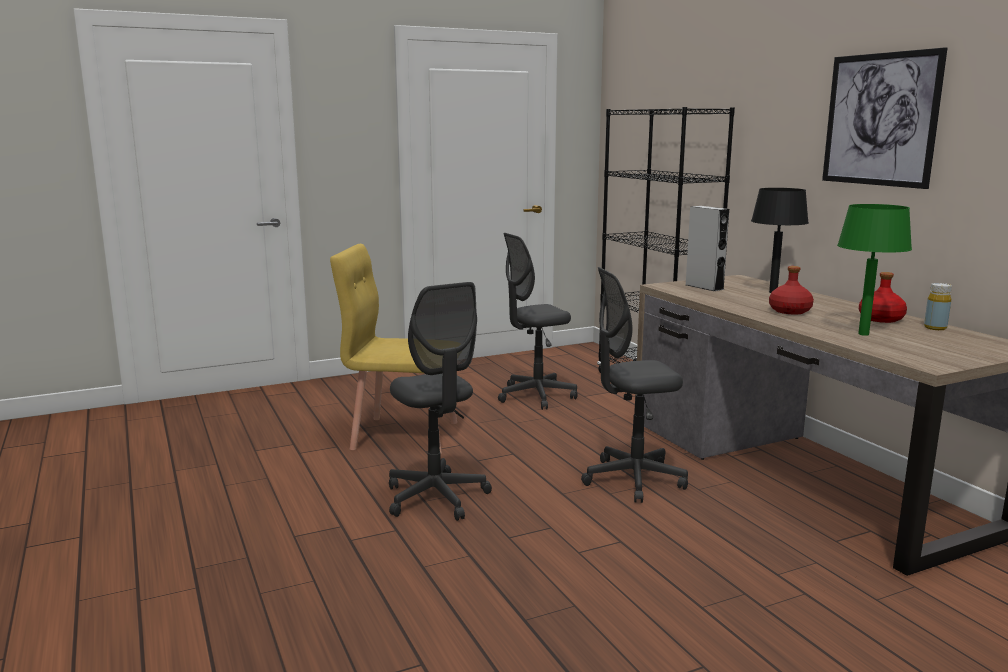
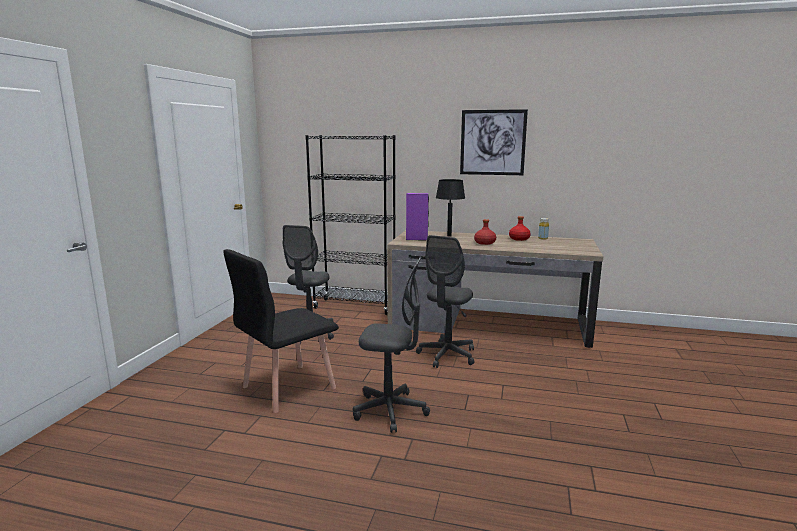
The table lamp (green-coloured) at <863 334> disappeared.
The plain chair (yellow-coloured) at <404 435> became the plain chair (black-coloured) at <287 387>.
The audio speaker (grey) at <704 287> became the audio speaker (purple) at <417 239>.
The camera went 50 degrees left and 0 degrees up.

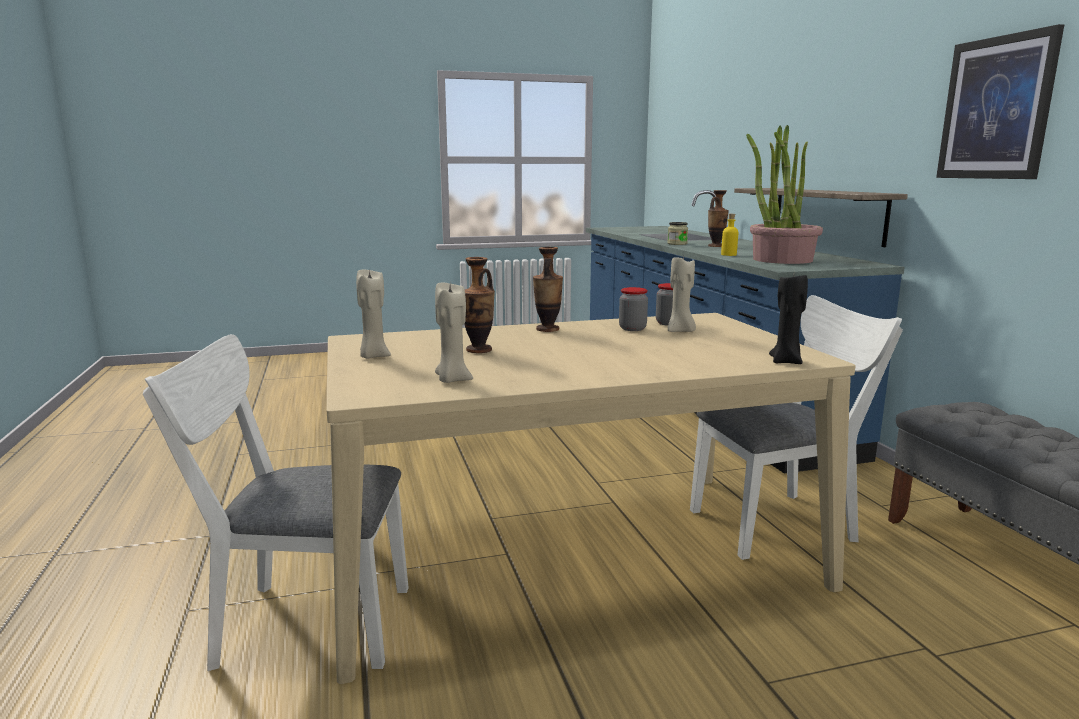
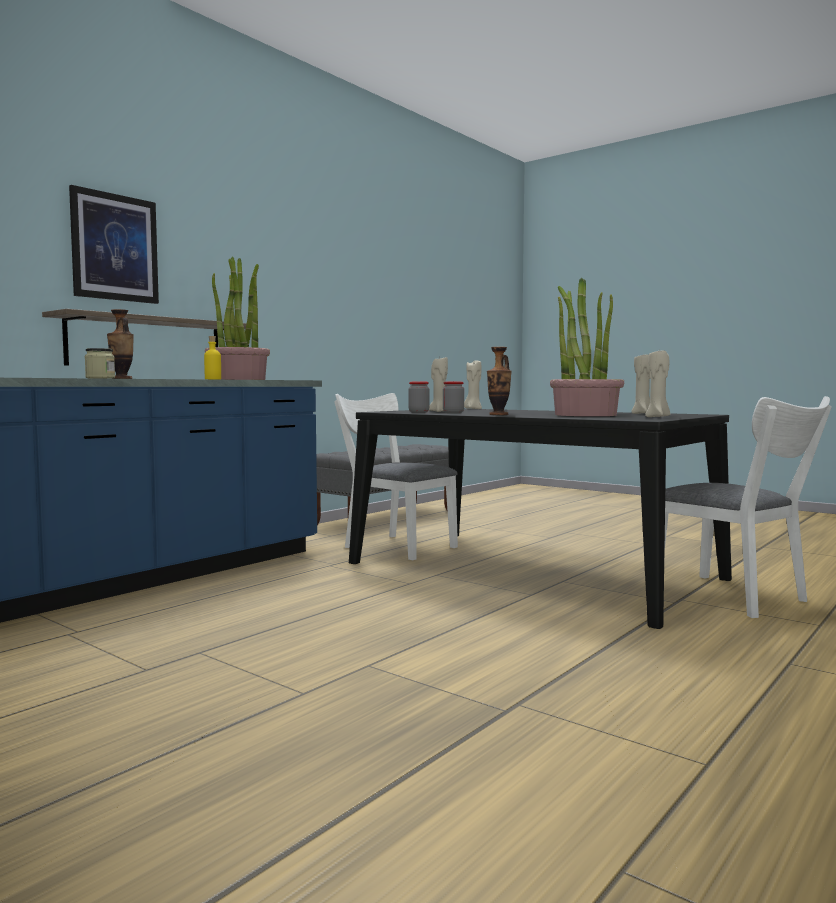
The wall picture moved from <996 108> to <115 247>.
The flower vase at <479 350> was replaced by the potted plant at <585 415>.
The dinner table (beige) at <568 556> became the dinner table (black-coloured) at <531 570>.
The candle (black-coloured) at <786 361> became the candle (beige) at <473 409>.
The camera went 125 degrees left and 10 degrees down.

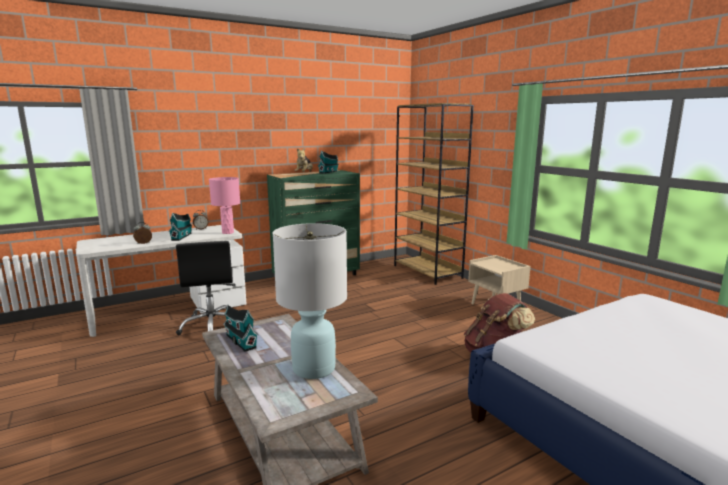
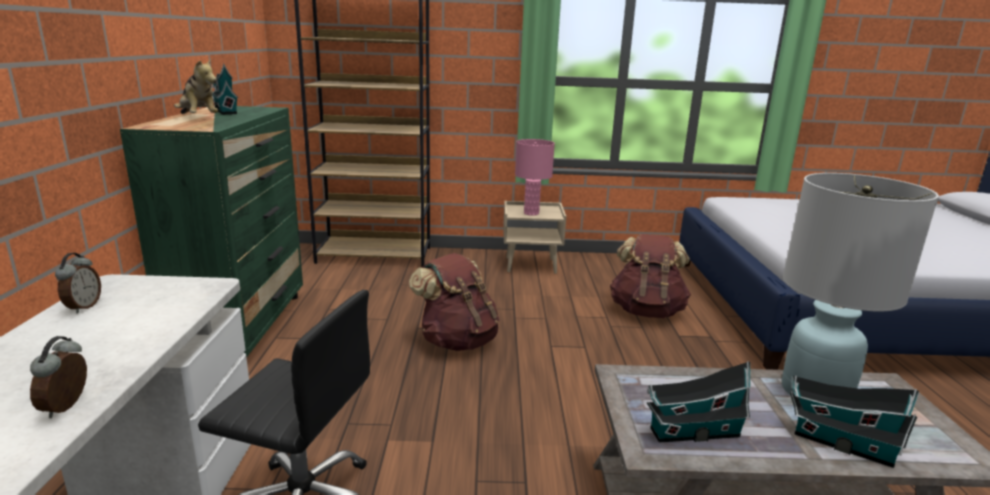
The backpack (brown) at <457 341> appeared.
The toy house moved from <182 236> to <839 443>.
The table lamp (pink-coloured) moved from <228 232> to <531 213>.
The camera went 60 degrees left and 5 degrees up.

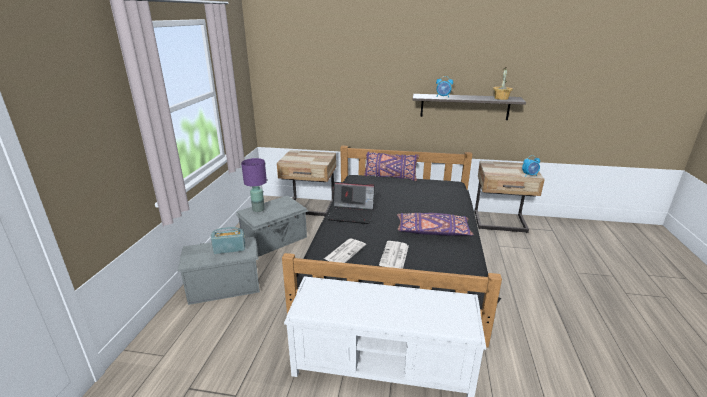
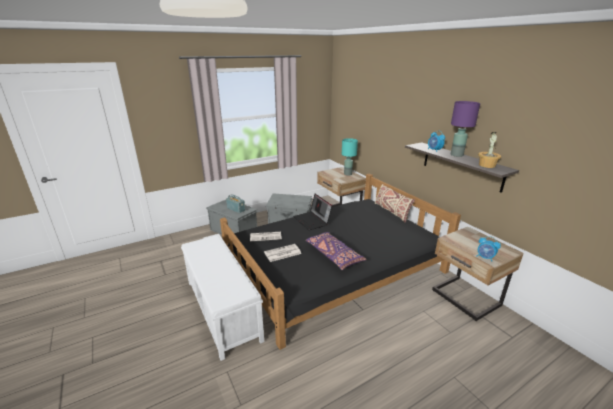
The table lamp (turquoise-coloured) at <347 174> appeared.
The table lamp (purple) moved from <258 209> to <457 155>.
The throw pillow (purple) at <390 177> became the throw pillow (beige) at <391 211>.
The camera went 50 degrees right and 0 degrees up.

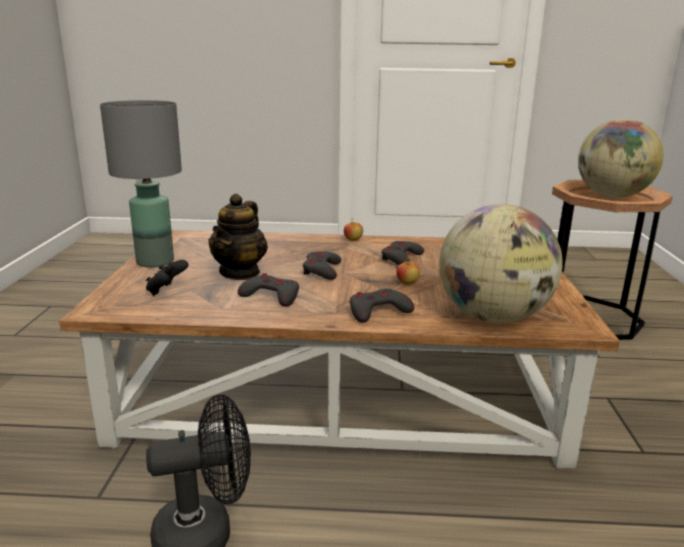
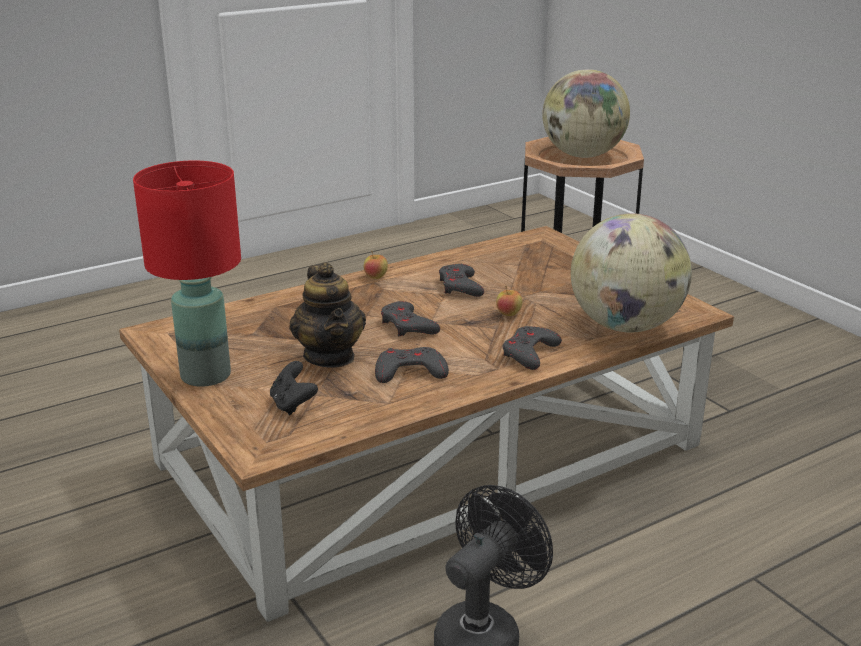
The table lamp (grey) at <156 261> became the table lamp (red) at <206 375>.
The camera went 35 degrees left and 5 degrees up.

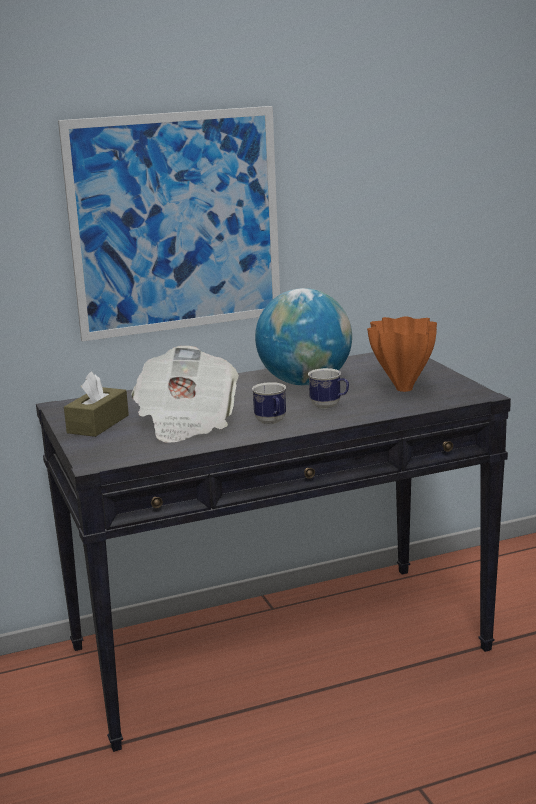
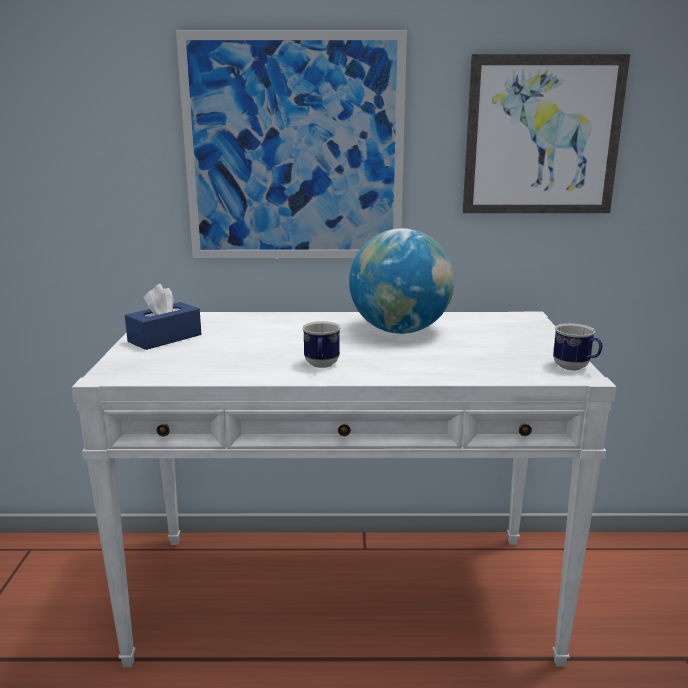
The printed paper at <186 422> disappeared.
The flower vase (orange) at <403 388> disappeared.
The wall picture at <542 136> appeared.
The coffee mug moved from <329 406> to <575 368>.
The hall table (black-coloured) at <280 648> became the hall table (white) at <345 595>.
The tissue box (brown) at <98 424> became the tissue box (bluish) at <165 338>.
The camera went 20 degrees right and 0 degrees up.

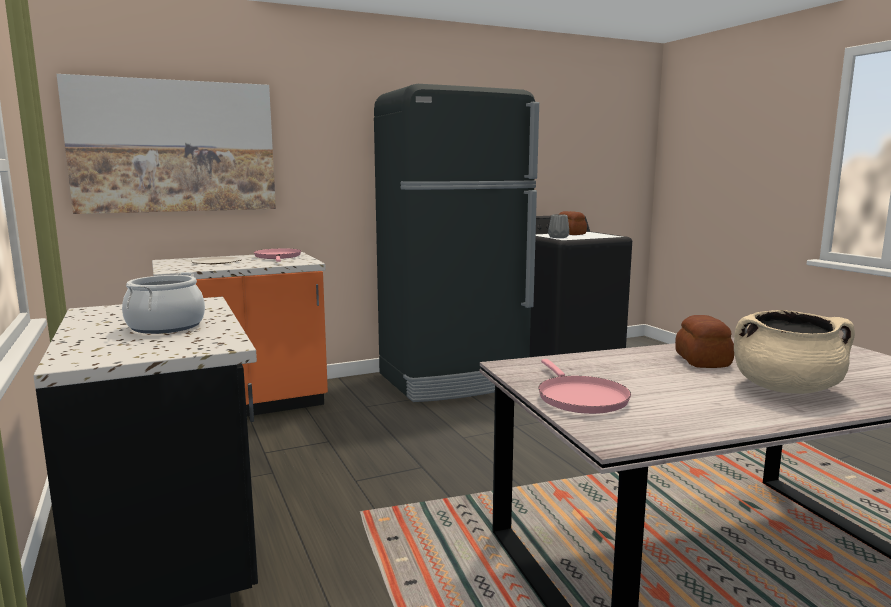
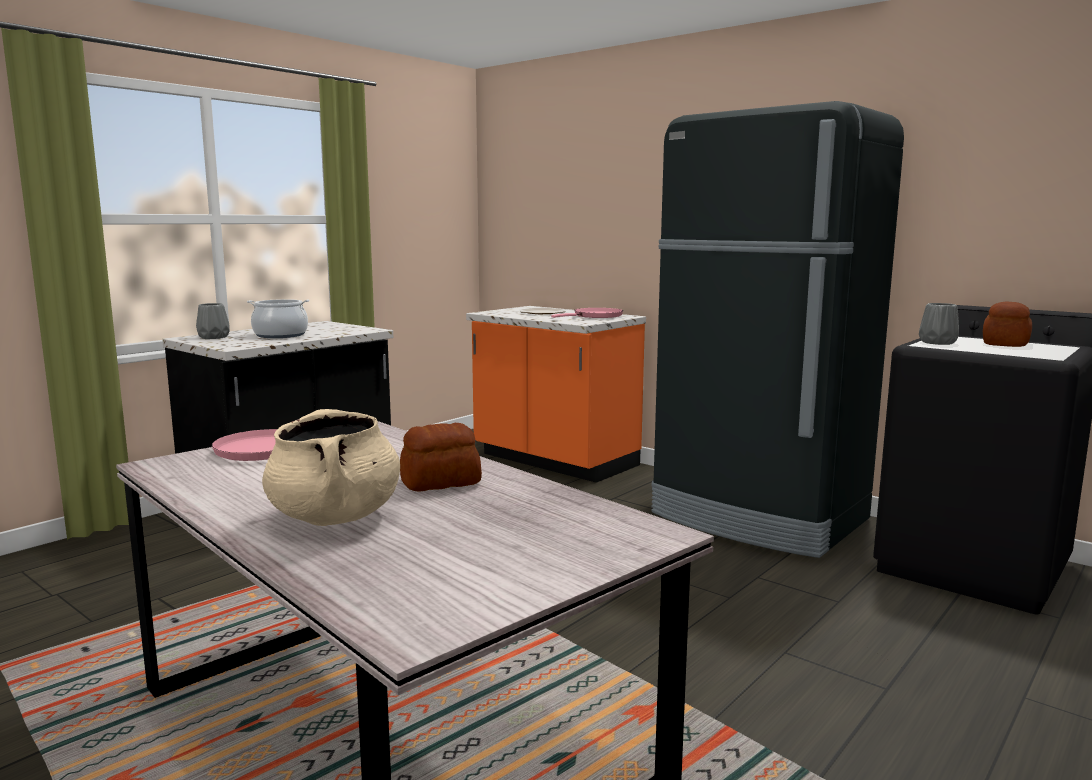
The wall picture at <174 147> disappeared.
The flower vase (grey) at <213 337> appeared.
The camera went 65 degrees right and 0 degrees up.

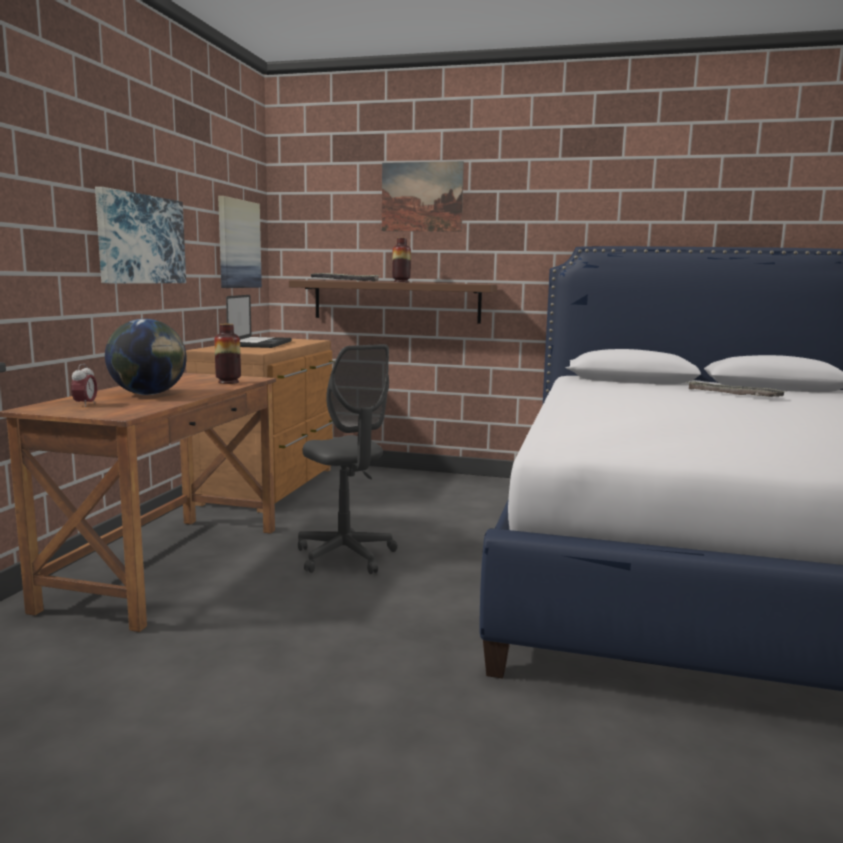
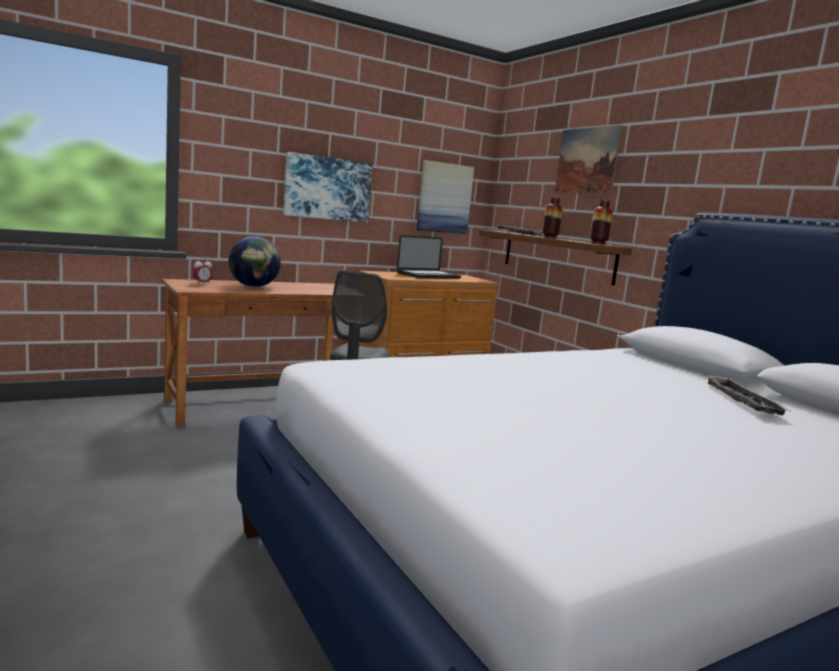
The flower vase moved from <228 382> to <598 243>.
The camera went 45 degrees right and 0 degrees up.

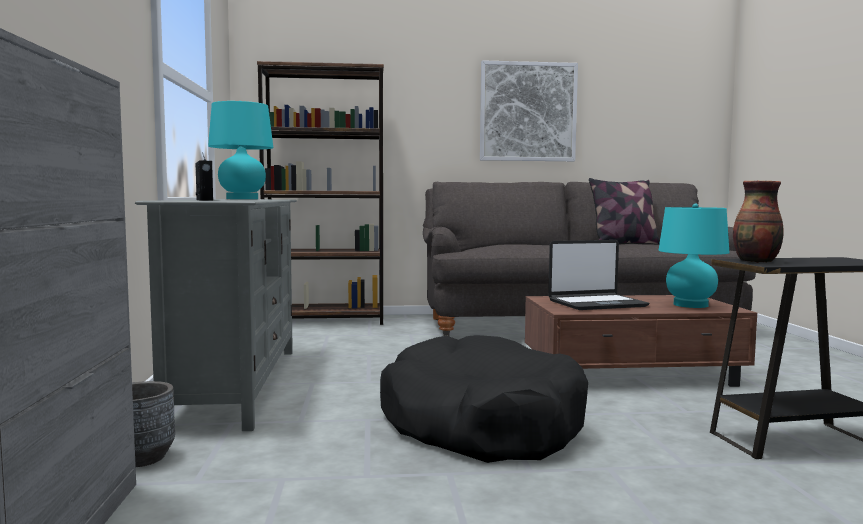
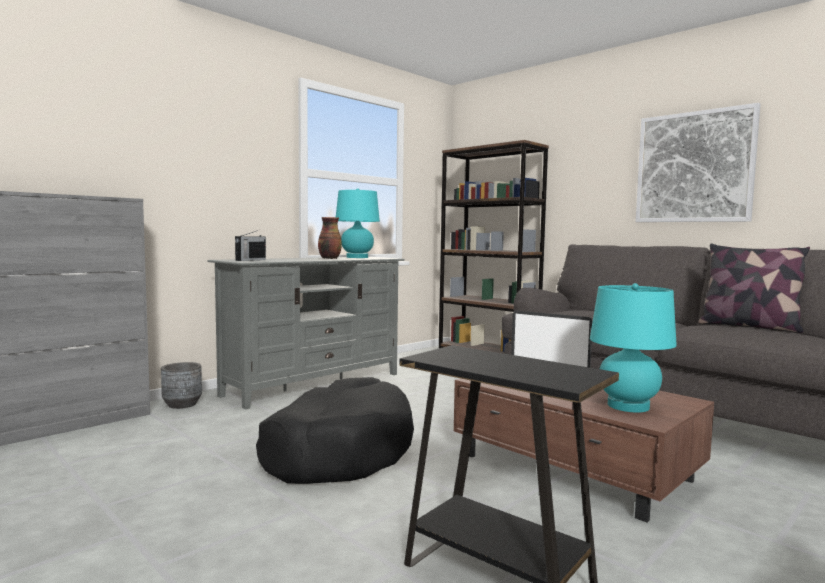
The flower vase moved from <756 261> to <329 258>.
The camera went 50 degrees right and 0 degrees up.

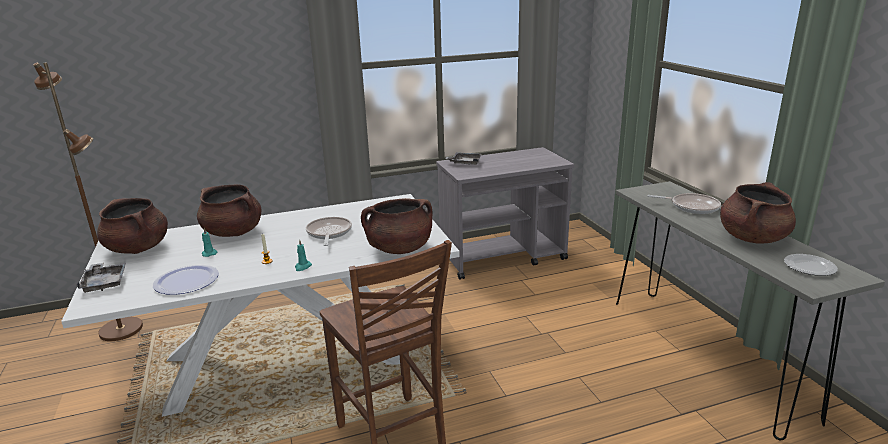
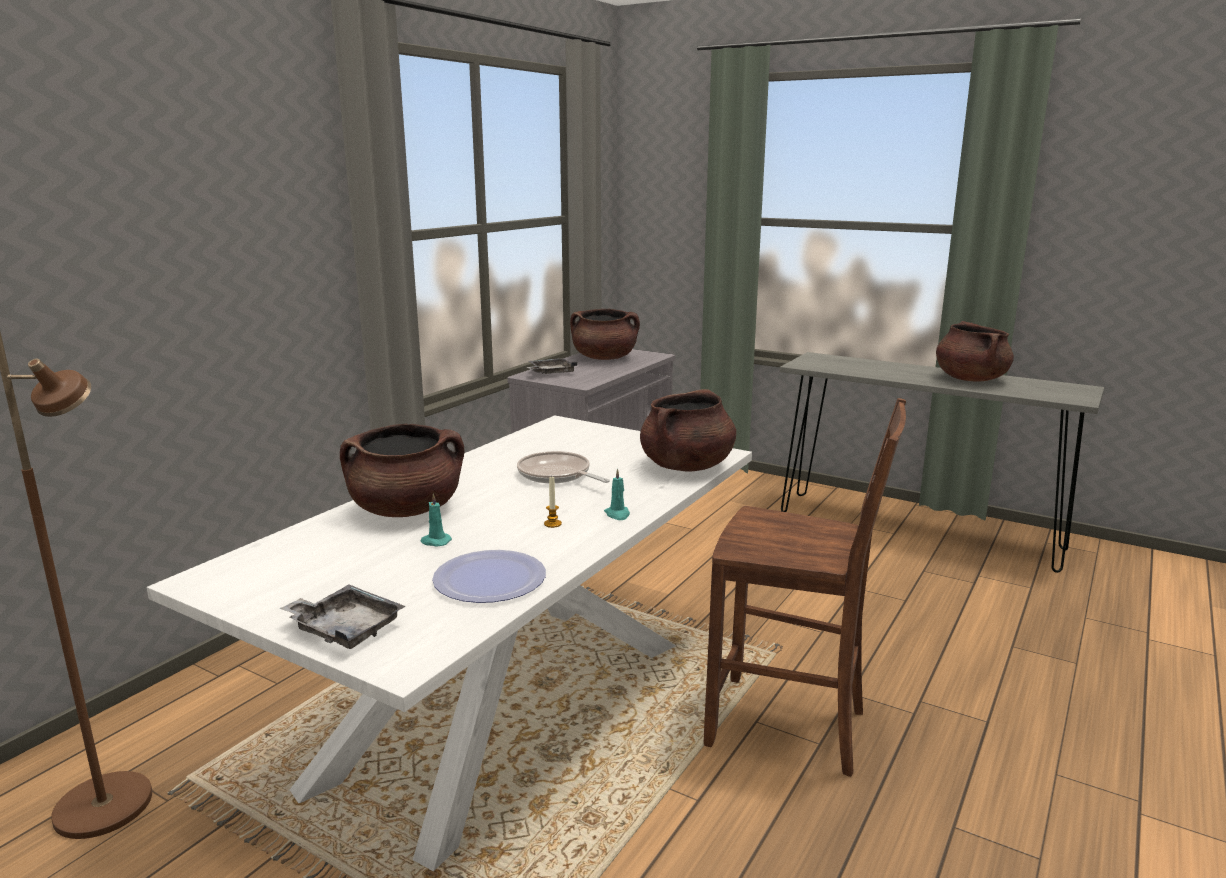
The pan at <691 207> disappeared.
The flat dish at <810 267> disappeared.
The saucepot (brown) moved from <138 248> to <604 358>.
The camera went 40 degrees left and 5 degrees down.

